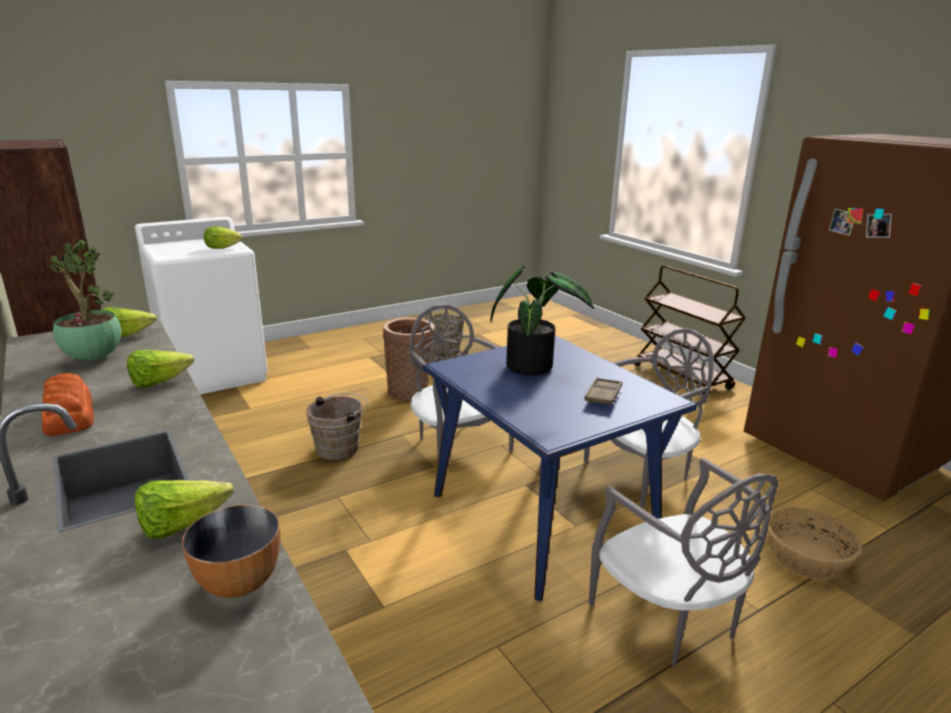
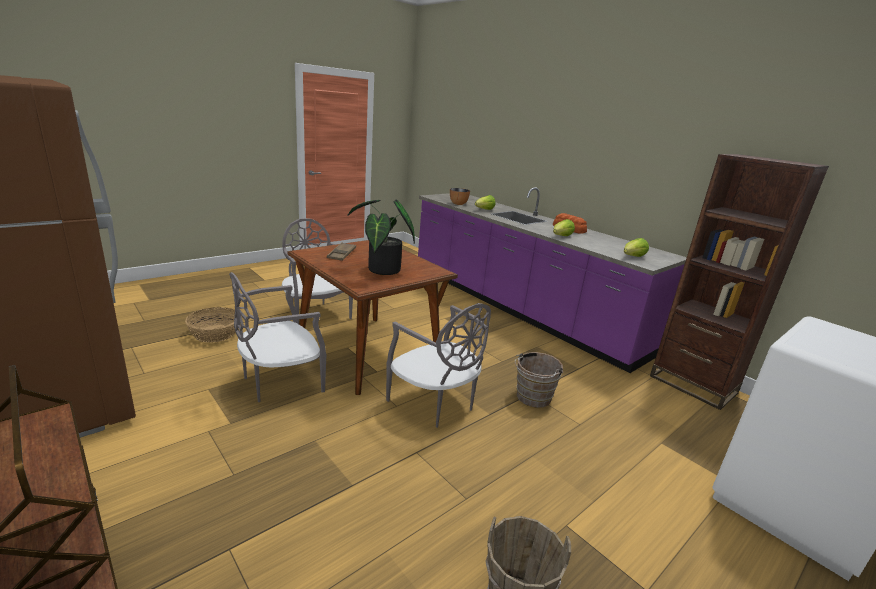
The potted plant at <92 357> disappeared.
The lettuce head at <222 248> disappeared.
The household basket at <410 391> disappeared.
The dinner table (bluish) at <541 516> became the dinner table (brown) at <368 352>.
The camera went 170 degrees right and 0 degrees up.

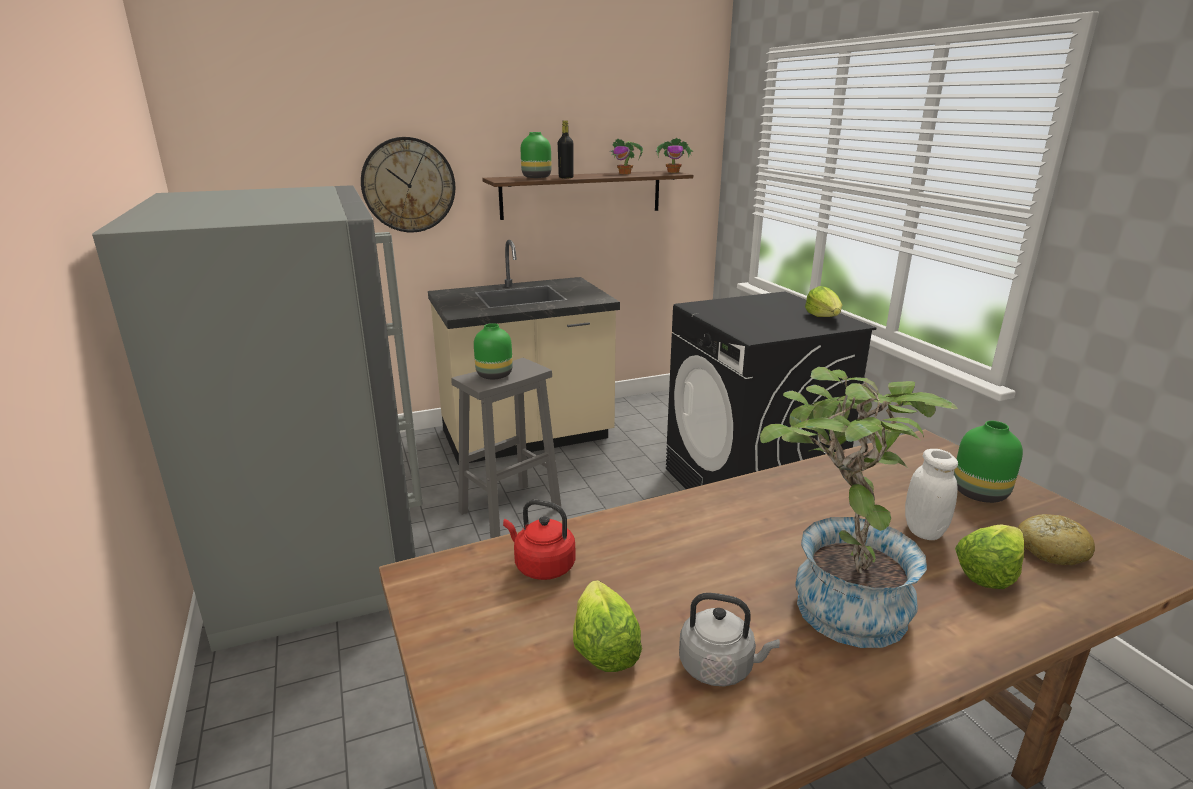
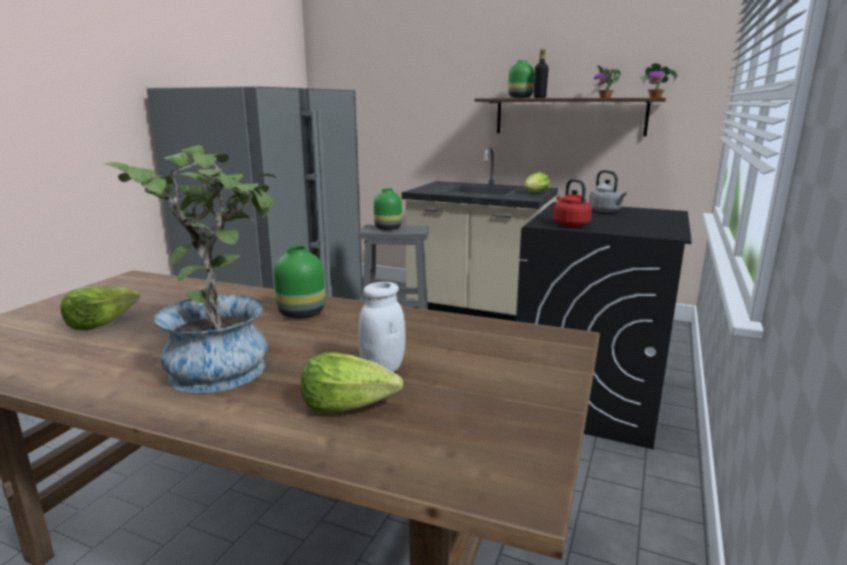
The clock on the wall at <408 185> disappeared.
The bakery bread at <1050 550> disappeared.
The tea kettle (red) moved from <541 566> to <569 224>.
The tea kettle (grey) moved from <720 667> to <606 211>.
The lettuce head moved from <824 317> to <535 193>.
The flower vase (green-coloured) moved from <981 493> to <302 314>.
The camera went 45 degrees right and 5 degrees down.

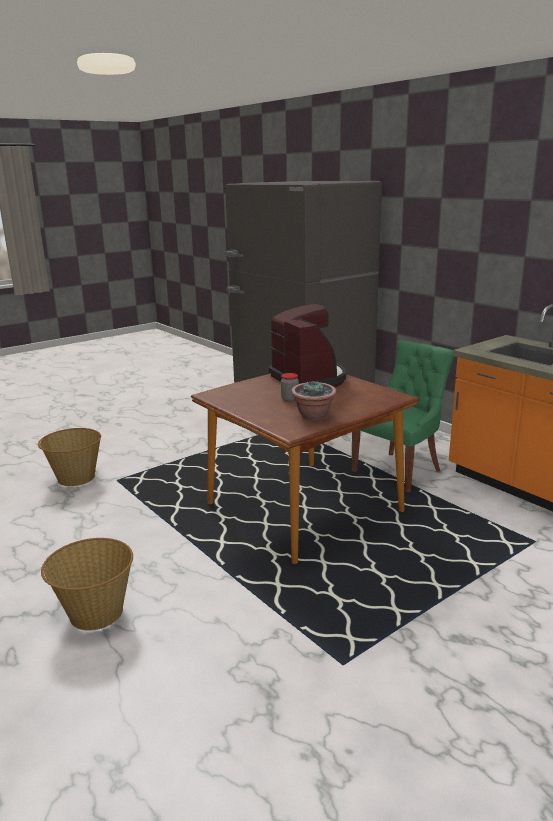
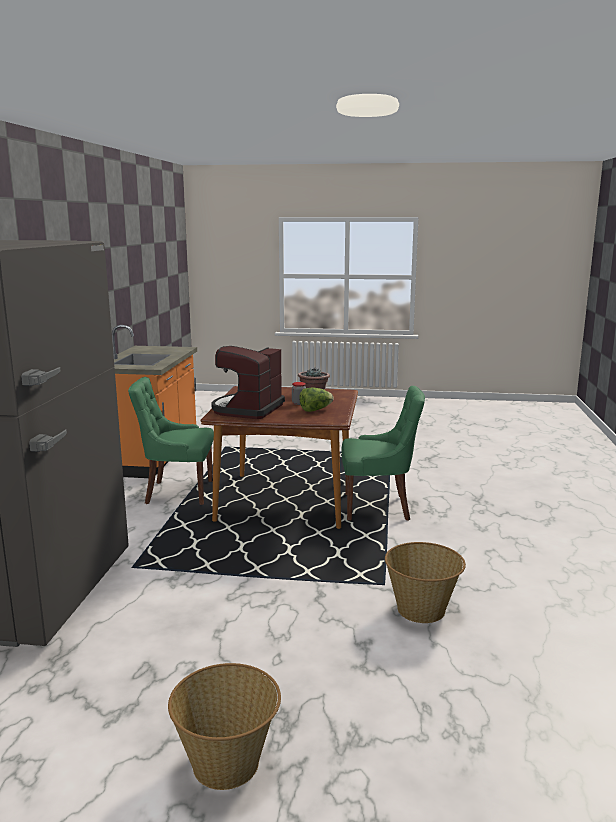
The lettuce head at <315 410> appeared.
The plain chair (green-coloured) at <378 507> appeared.
The household basket moved from <95 613> to <227 763>.
The camera went 135 degrees left and 5 degrees down.

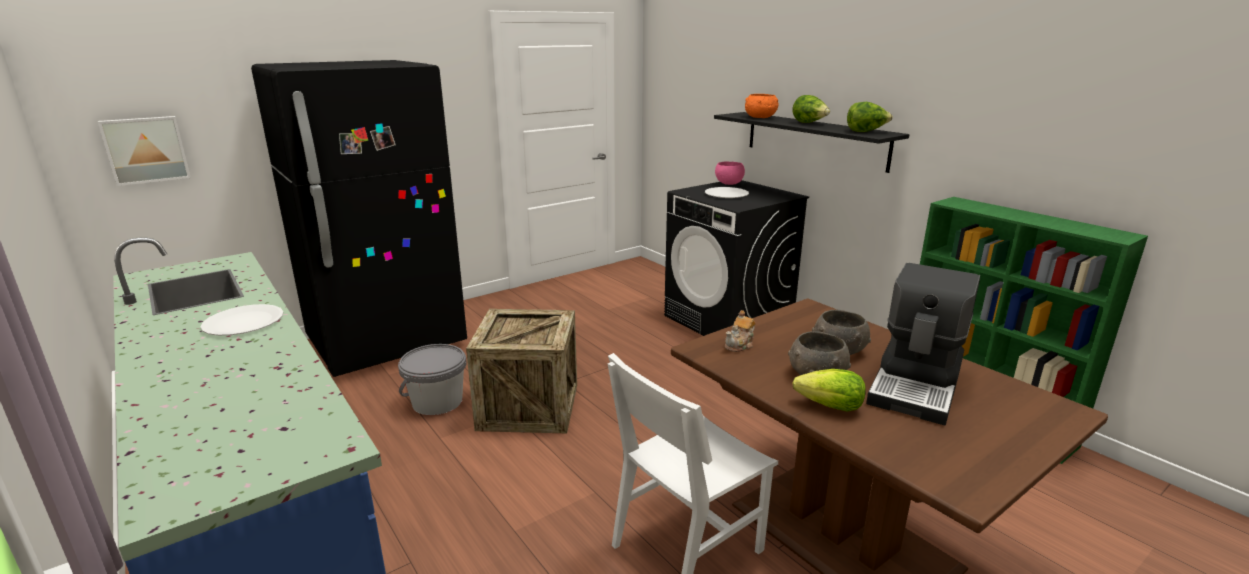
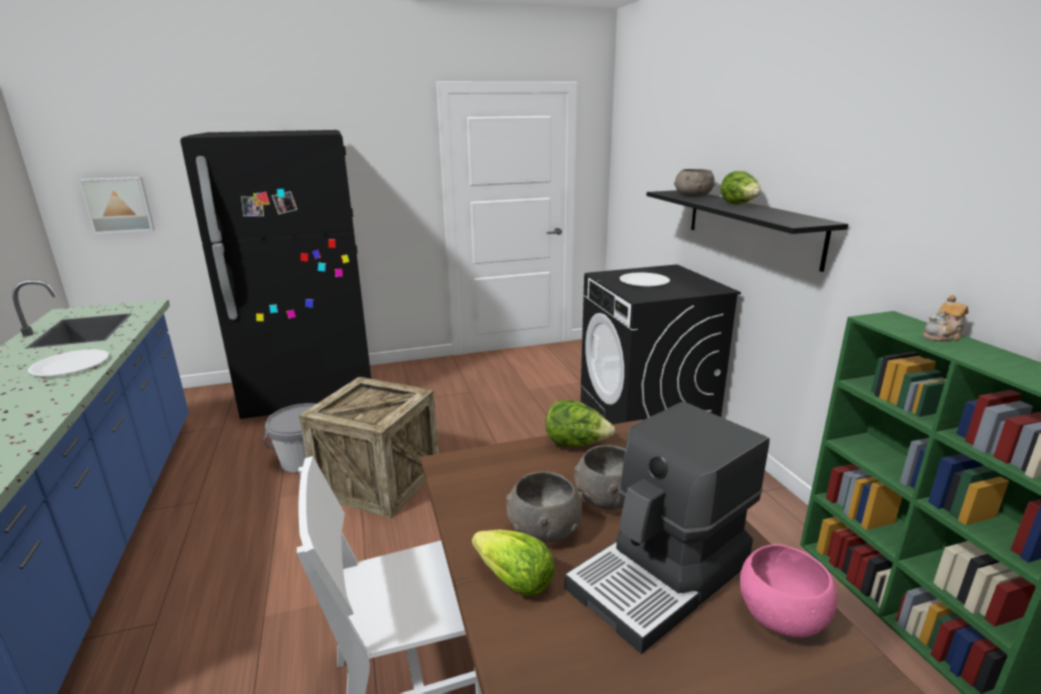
The bowl (pink-coloured) moved from <729 184> to <780 619>.
The pot for tea moved from <740 345> to <942 336>.
The lettuce head moved from <866 132> to <576 444>.
The bowl (orange) at <760 117> became the bowl (grey) at <693 196>.
The camera went 20 degrees right and 0 degrees up.

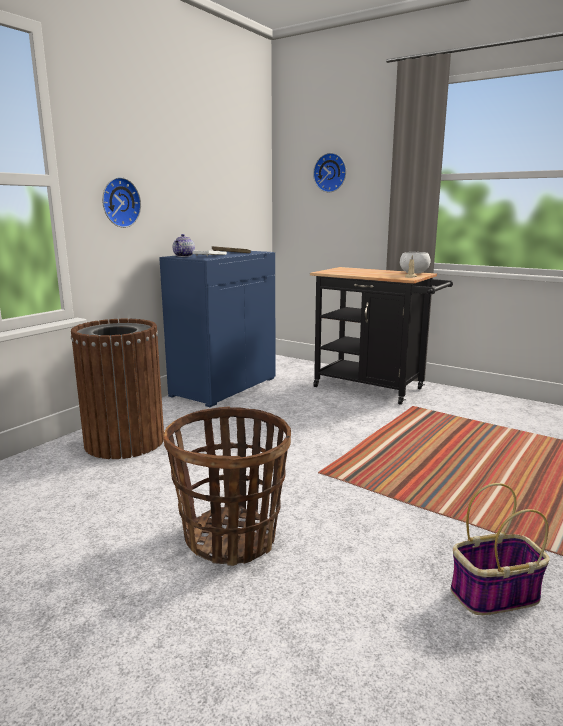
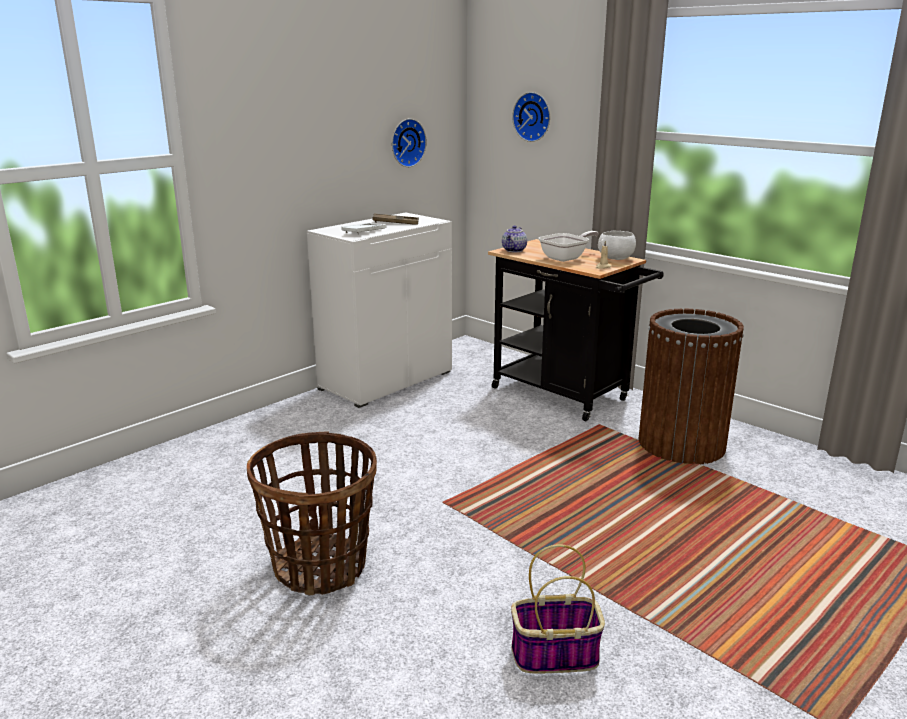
The pan at <566 258> appeared.
The waste bin (brown) moved from <125 441> to <681 444>.
The clock on the wall moved from <119 202> to <406 142>.
The pot for tea moved from <184 256> to <514 250>.
The cabinet (bluish) at <224 386> became the cabinet (white) at <386 380>.
The camera went 10 degrees right and 5 degrees up.

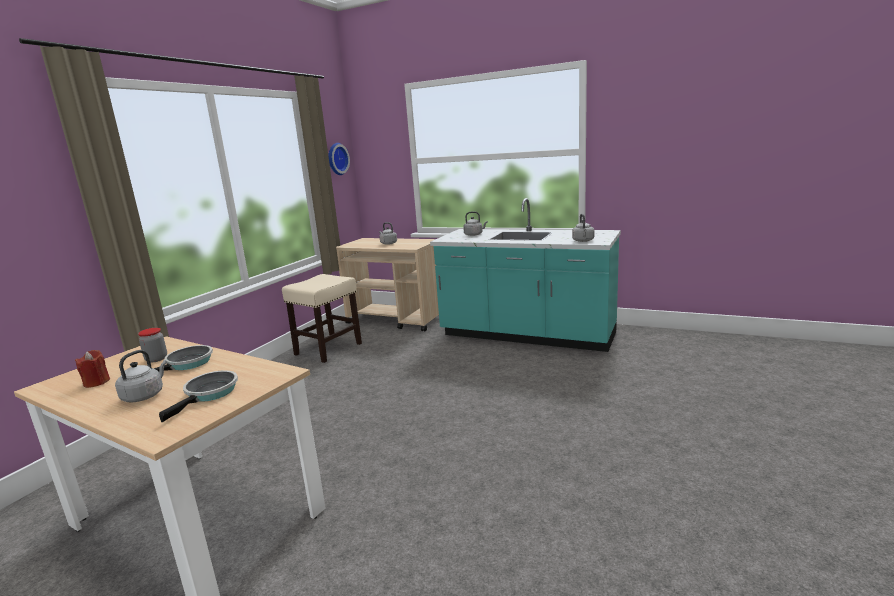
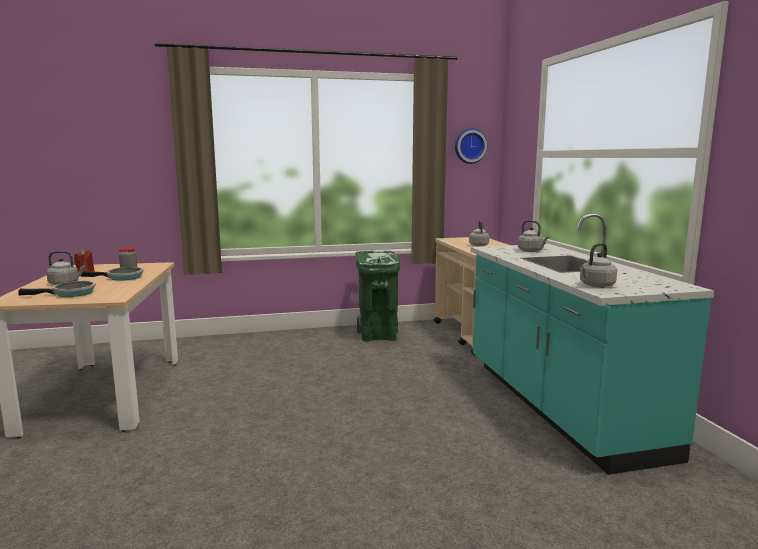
The stool seat (beige) at <329 349> was replaced by the waste bin (green-coloured) at <378 335>.
The camera went 50 degrees right and 5 degrees down.

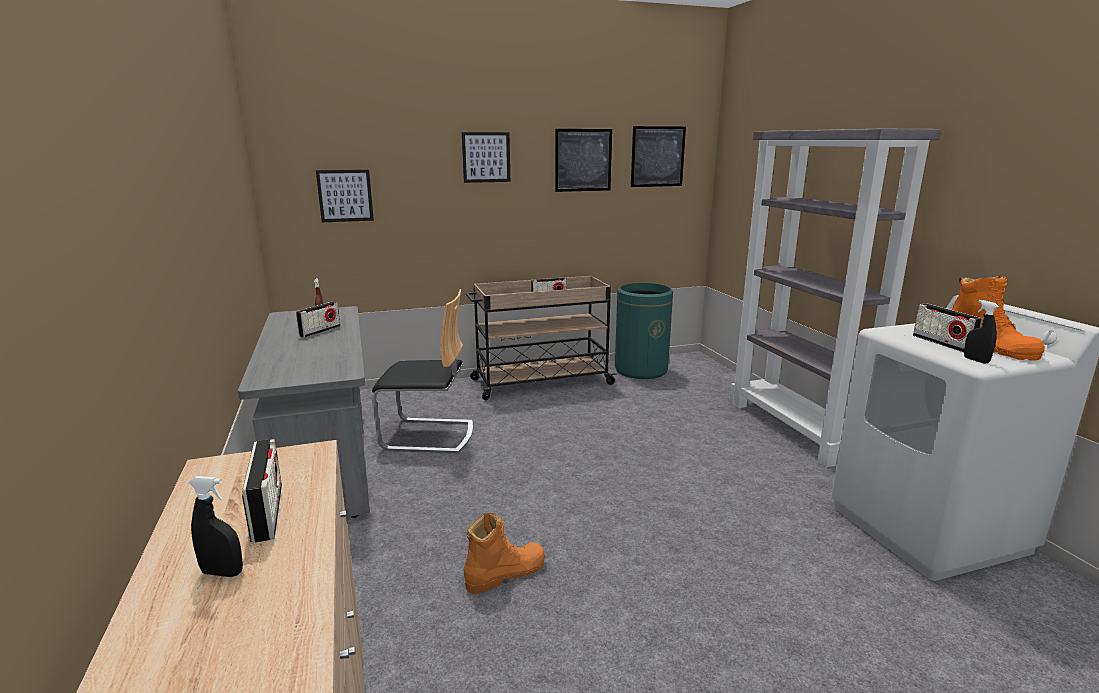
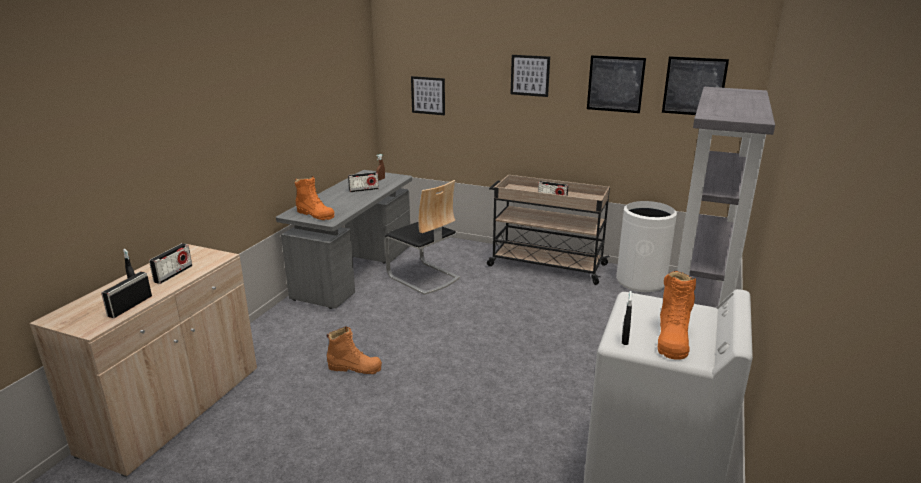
The boot (orange) at <315 214> appeared.
The radio receiver moved from <942 343> to <130 306>.
The waste bin (green-coloured) at <641 370> became the waste bin (white) at <641 281>.
The camera went 40 degrees right and 5 degrees up.

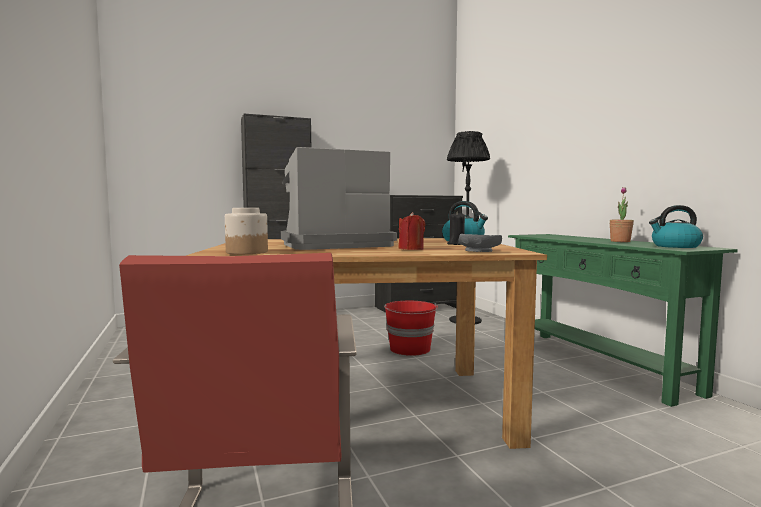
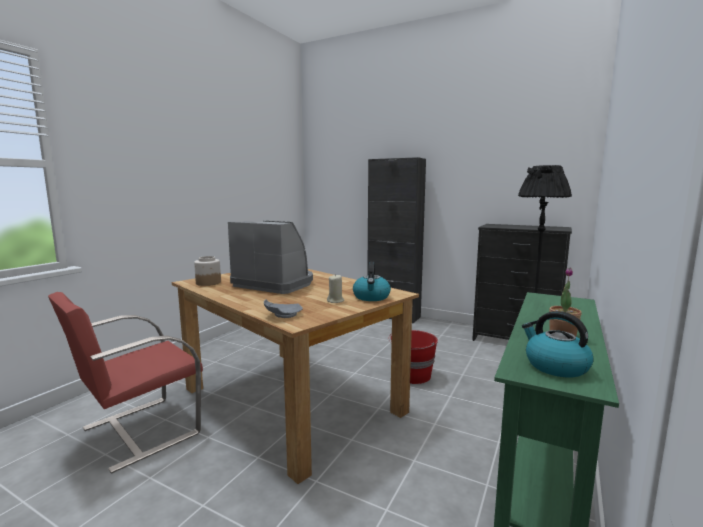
The candle (red) at <411 249> disappeared.
The candle (black-coloured) at <456 244> became the candle (beige) at <335 301>.
The camera went 50 degrees right and 5 degrees up.

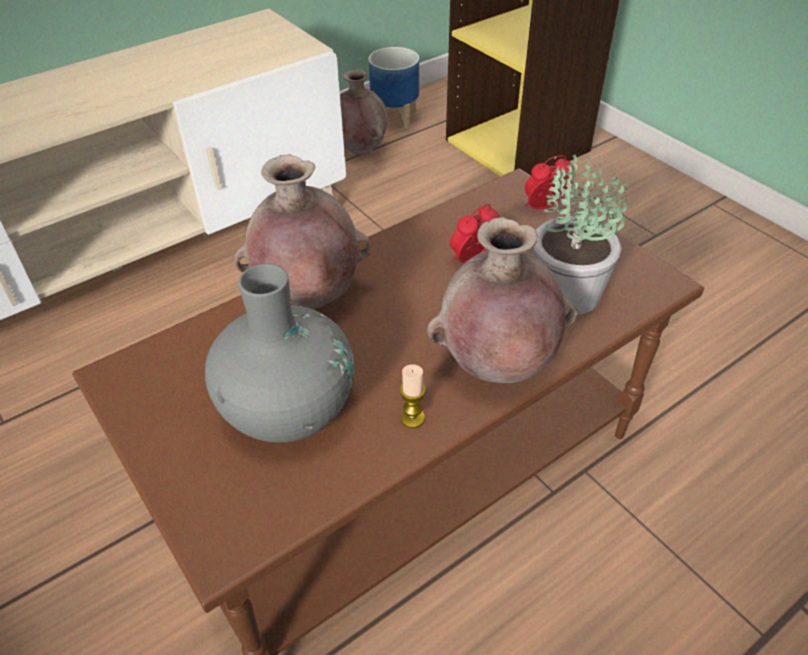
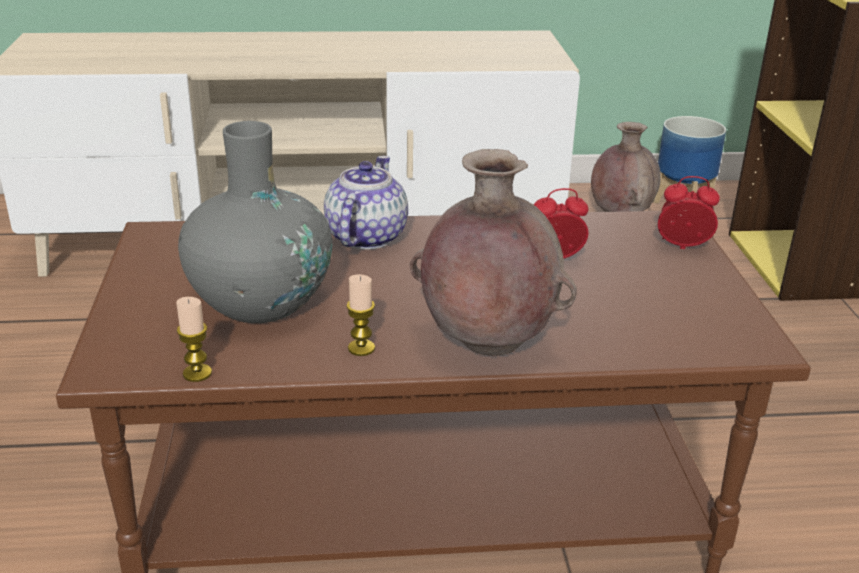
The potted plant at <566 293> disappeared.
The candle at <197 373> appeared.
The flower vase (brown) at <309 297> was replaced by the pot for tea at <365 237>.
The camera went 30 degrees right and 15 degrees down.

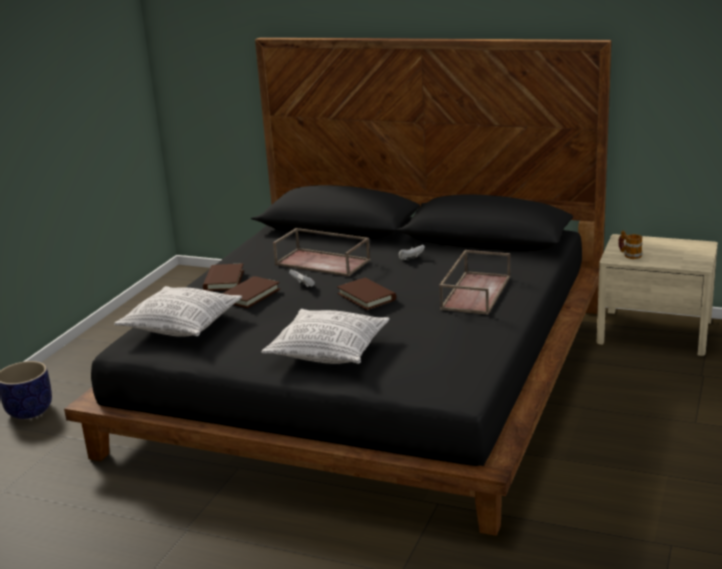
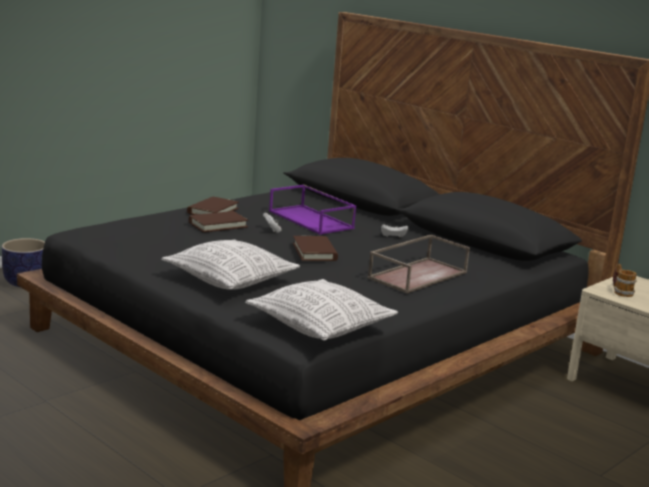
The throw pillow moved from <182 326> to <321 326>.
The tray (brown) at <323 262> became the tray (purple) at <312 220>.
The camera went 20 degrees right and 5 degrees down.

